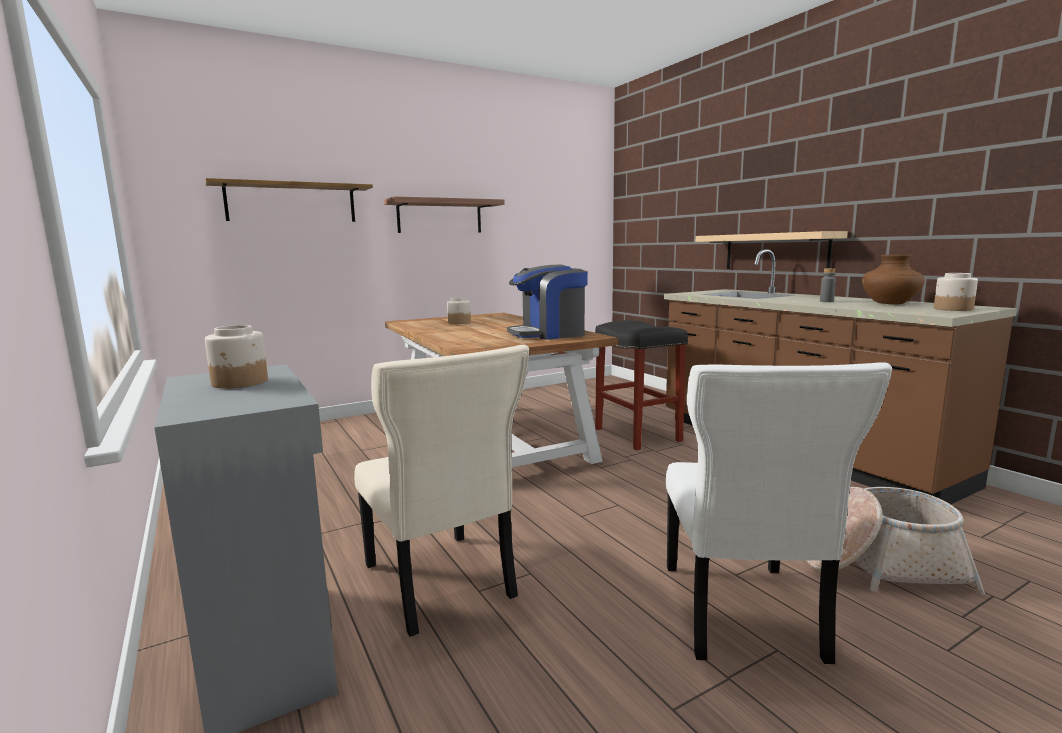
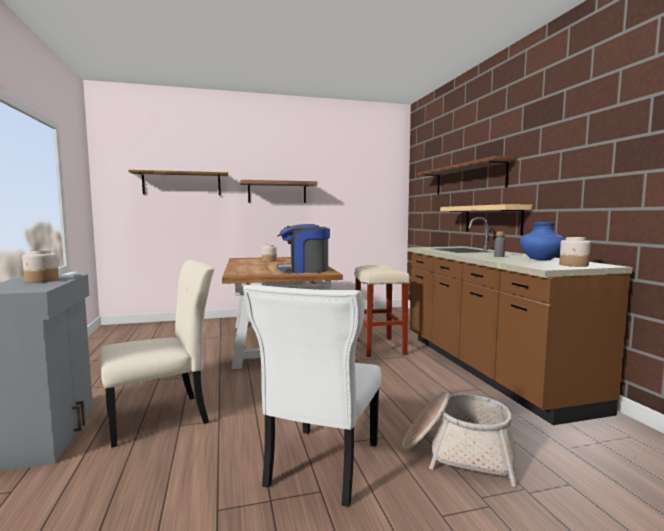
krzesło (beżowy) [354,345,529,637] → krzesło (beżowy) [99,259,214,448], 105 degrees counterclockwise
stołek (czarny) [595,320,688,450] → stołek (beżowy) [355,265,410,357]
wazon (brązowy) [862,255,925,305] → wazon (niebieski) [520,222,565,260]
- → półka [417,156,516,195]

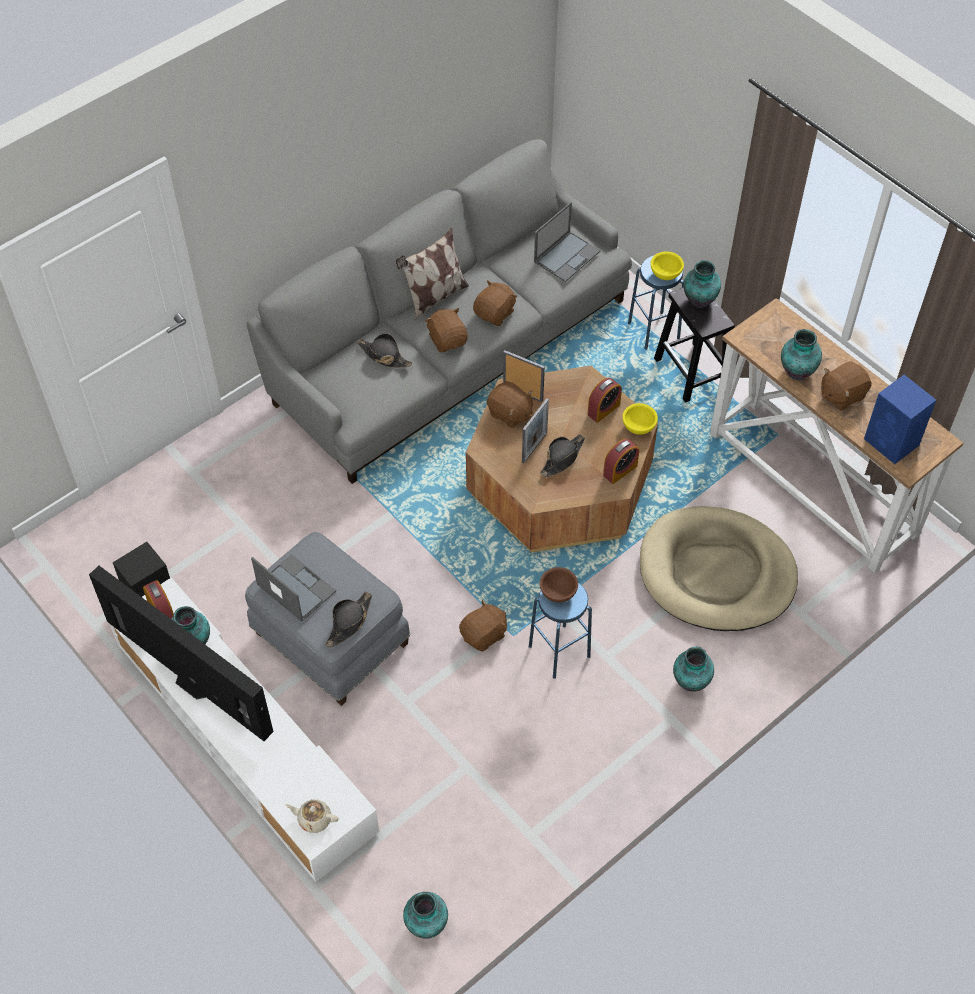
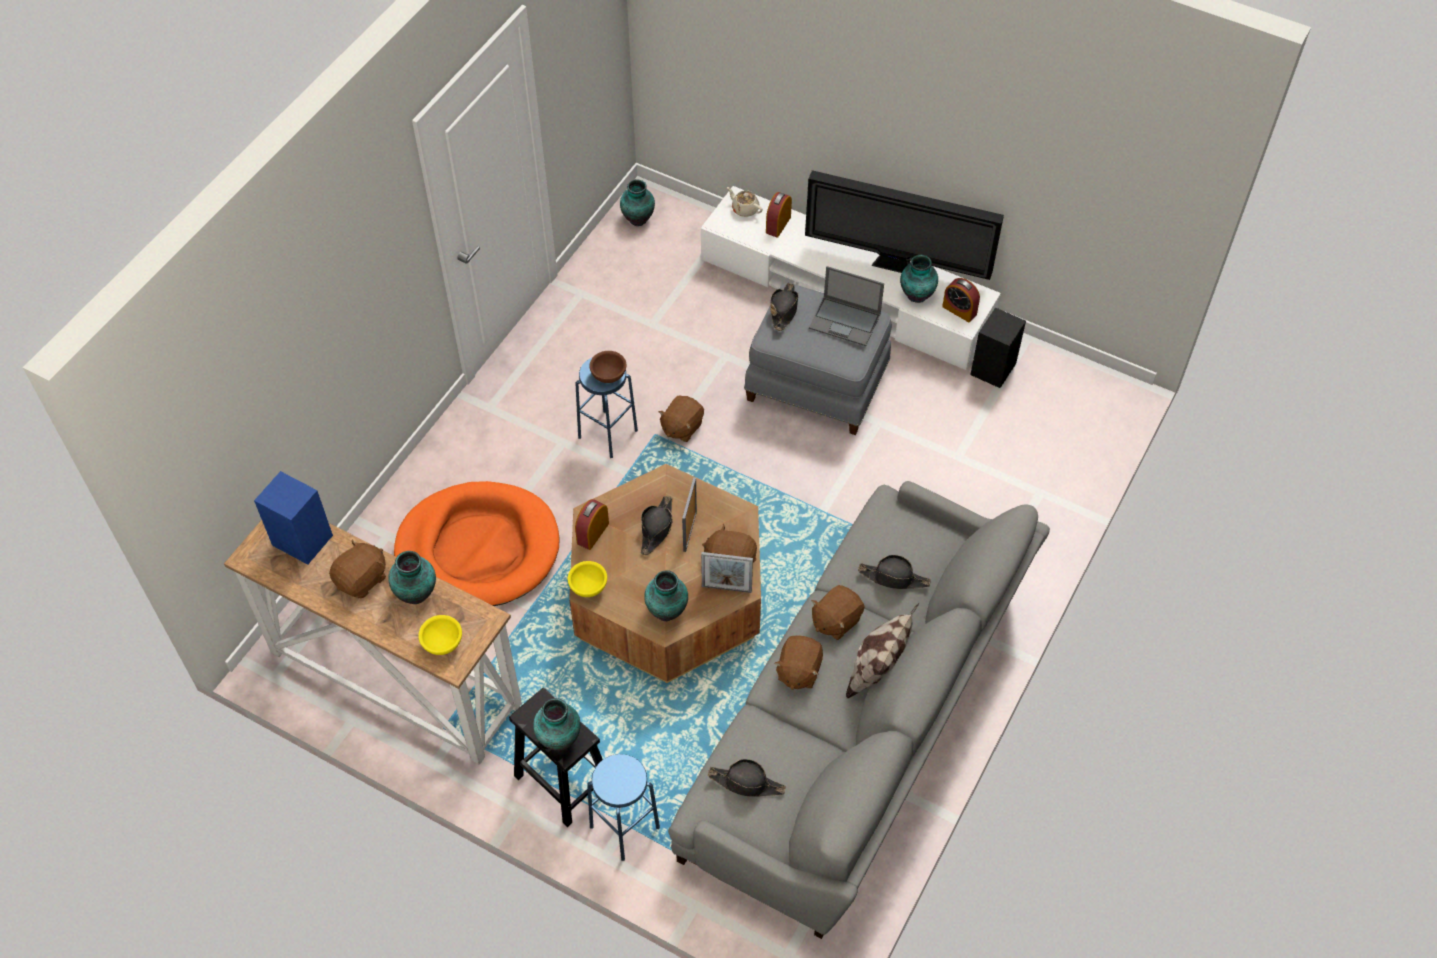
imbryk (beżowy) [285,799,339,833] → imbryk (beżowy) [727,187,763,217], 135 degrees counterclockwise
pluszak (brązowy) [425,308,468,352] → pluszak (brązowy) [812,585,865,640], 90 degrees clockwise
laptop [534,202,600,282] → kapelusz (czarny) [708,759,786,797]
budzik [587,378,622,423] → budzik [766,192,792,238], moved
legowisko (beżowy) [640,506,798,631] → legowisko (pomarańczowy) [394,481,560,606]
miska (żółty) [650,252,684,280] → miska (żółty) [418,615,462,655], moved
wazon [673,647,714,692] → wazon [644,570,688,621], moved

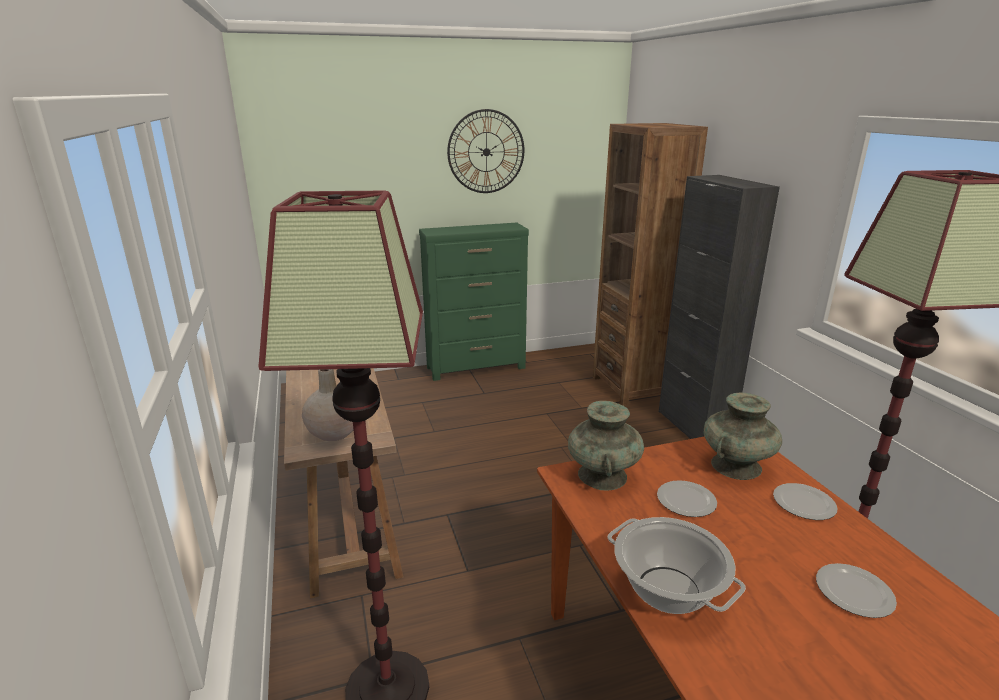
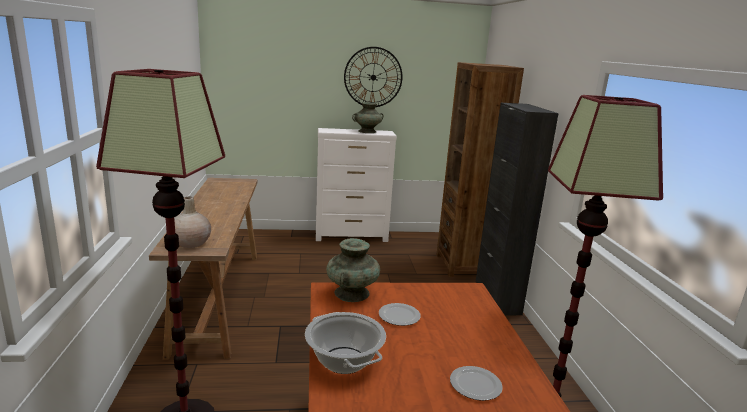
komoda (zielony) [419,223,529,381] → komoda (biały) [316,128,397,242]
wazon (turkusowy) [703,393,782,480] → wazon (turkusowy) [352,102,383,133], moved
talerz [773,483,838,520] → -

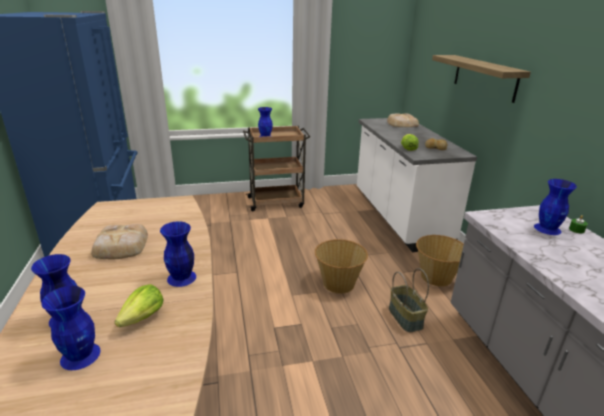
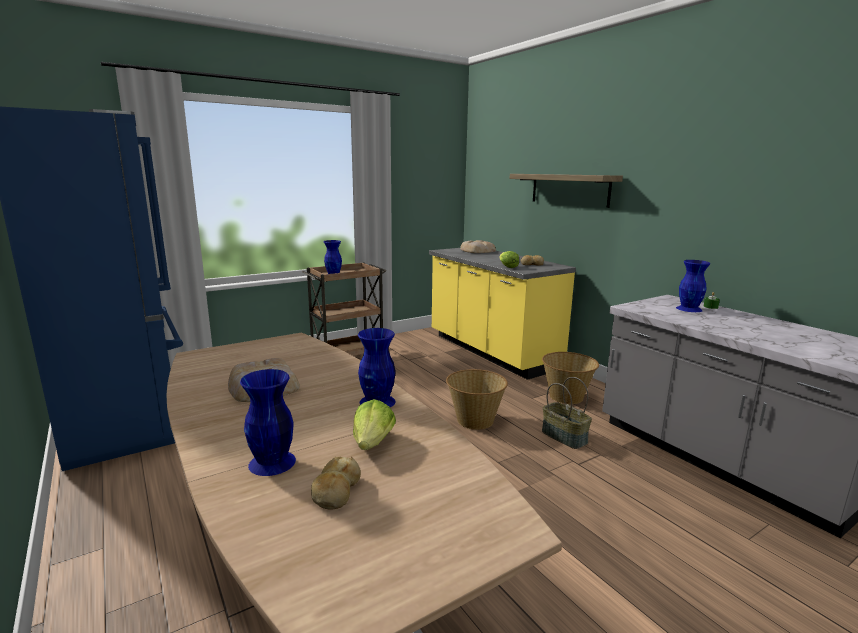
wazon (niebieski) [41,286,101,370] → chleb [311,457,361,510]
zabudowa kuchenna (biały) [357,118,477,252] → zabudowa kuchenna (żółty) [429,248,576,380]

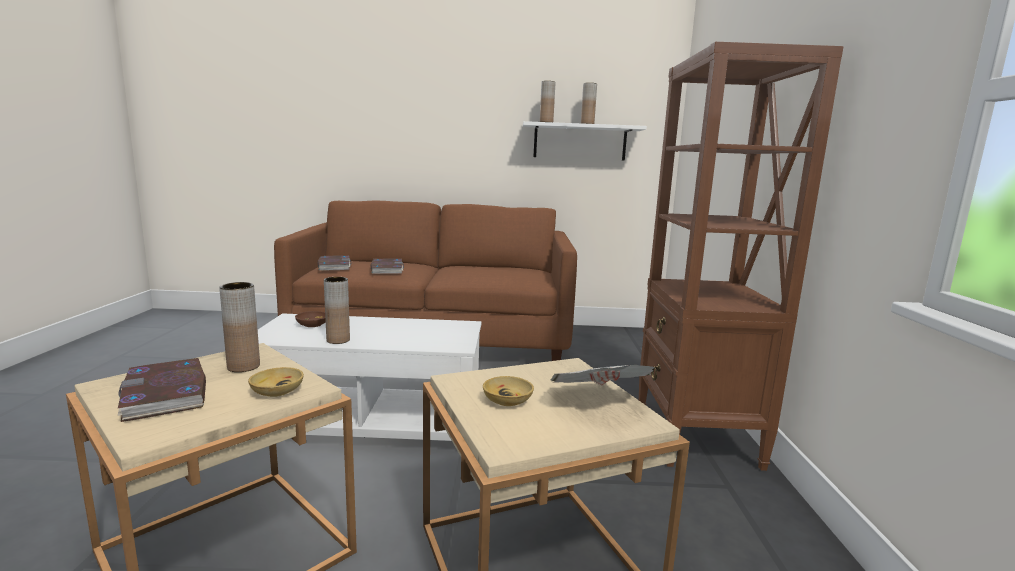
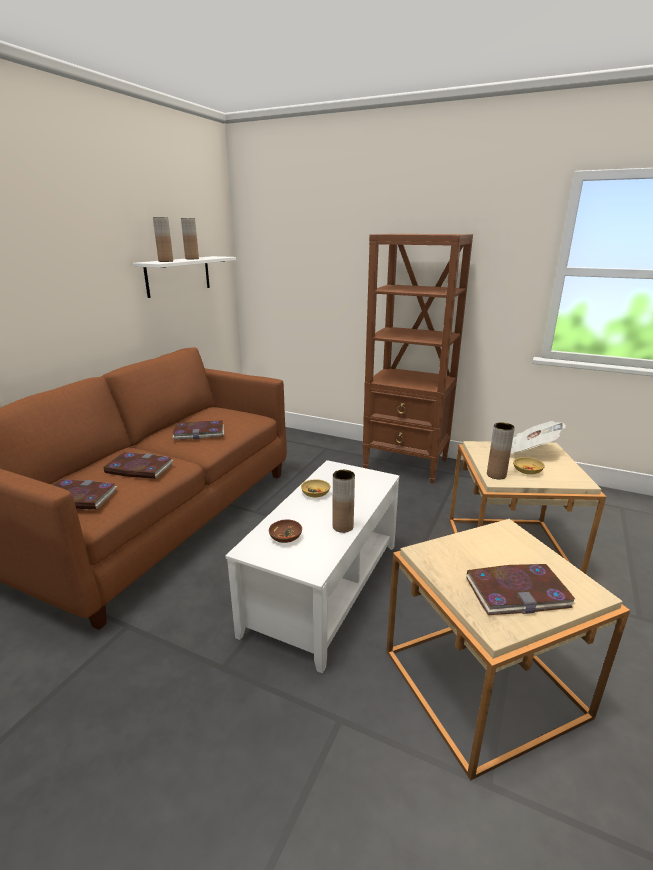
wazon (brązowy) [219,282,260,372] → wazon (brązowy) [487,422,515,479], moved
miska (beżowy) [248,367,304,397] → miska (beżowy) [301,479,330,498], moved
- → książka [173,421,224,440]

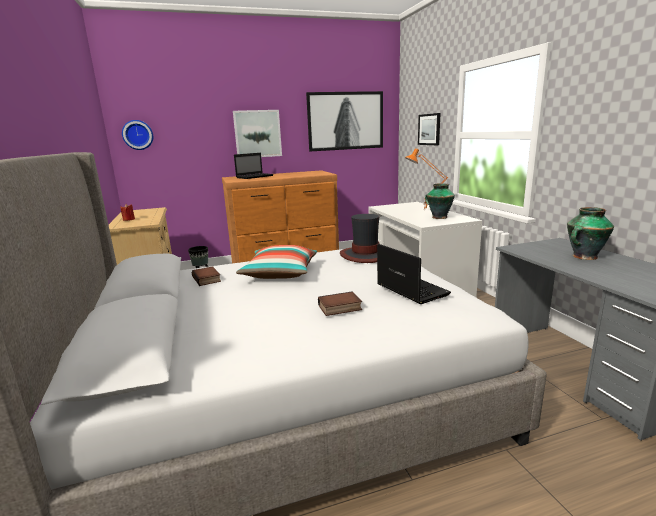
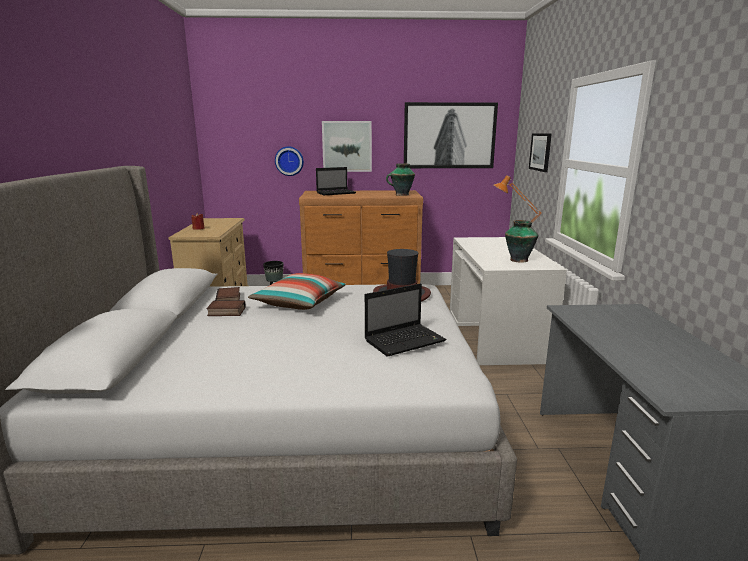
zegar ścienny [122,120,153,150] → zegar ścienny [275,146,304,176], moved
książka [318,291,362,316] → książka [206,300,246,316], moved
laptop [377,244,451,304] → laptop [365,283,446,357], 75 degrees clockwise
wazon [567,207,614,260] → wazon [386,164,415,196], moved

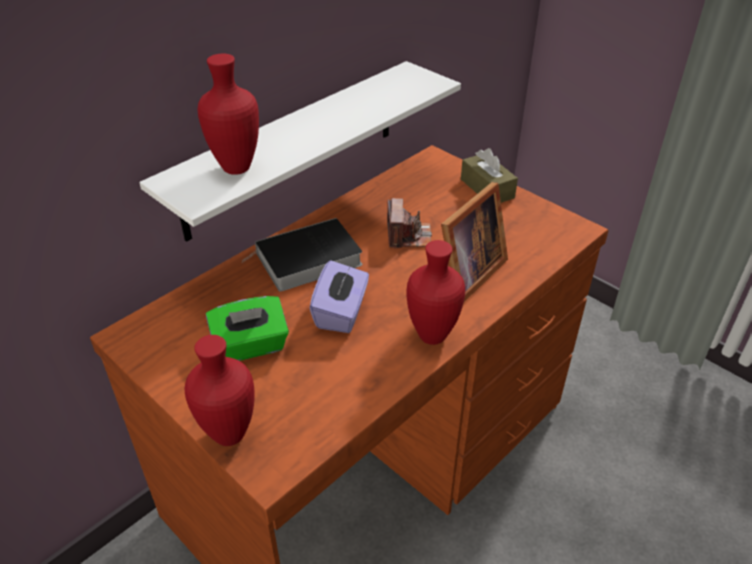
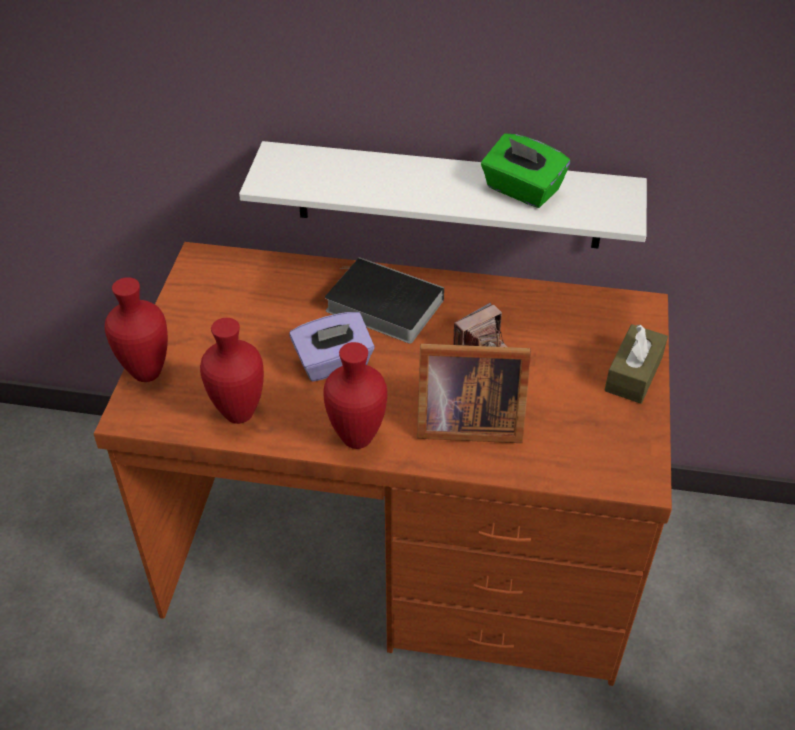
wazon (czerwony) [197,54,259,175] → wazon (czerwony) [200,318,264,424], moved
pudełko chusteczek (zielony) [206,296,289,361] → pudełko chusteczek (zielony) [481,134,570,208], moved

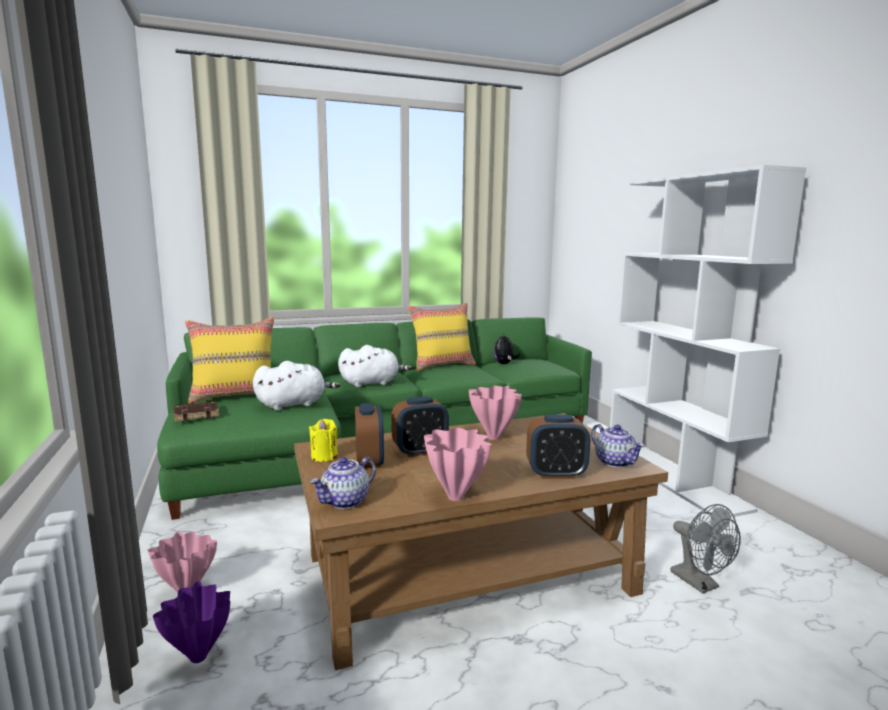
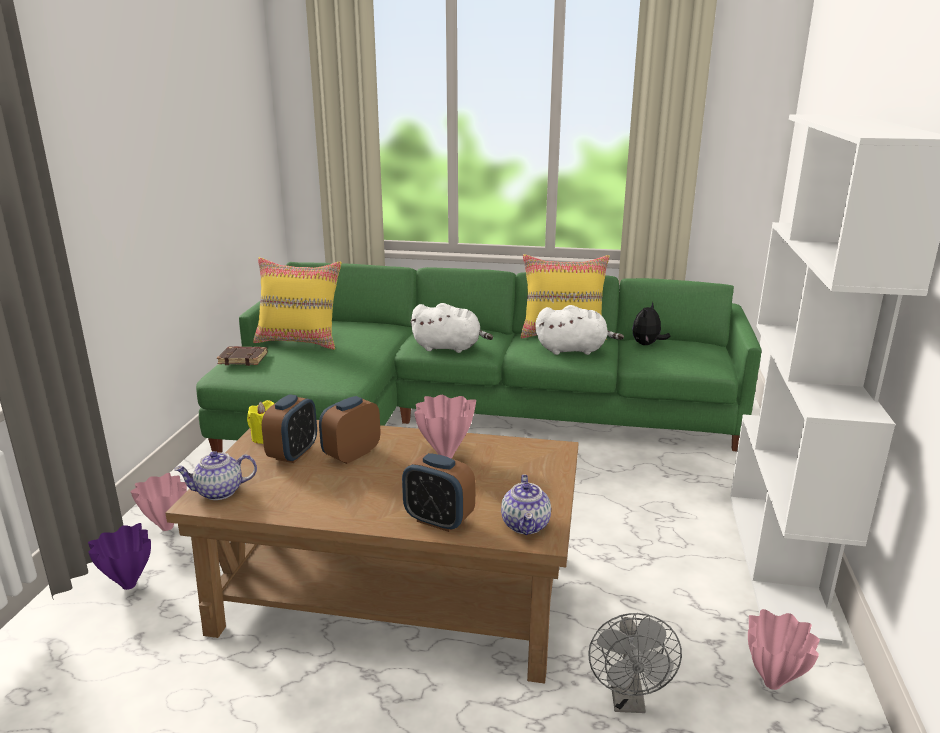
pluszak (biały) [253,361,340,411] → pluszak (biały) [535,305,624,355], moved
budzik [391,397,449,457] → budzik [319,396,380,464], 120 degrees clockwise
wazon (różowy) [424,428,491,501] → wazon (różowy) [748,609,820,690], moved

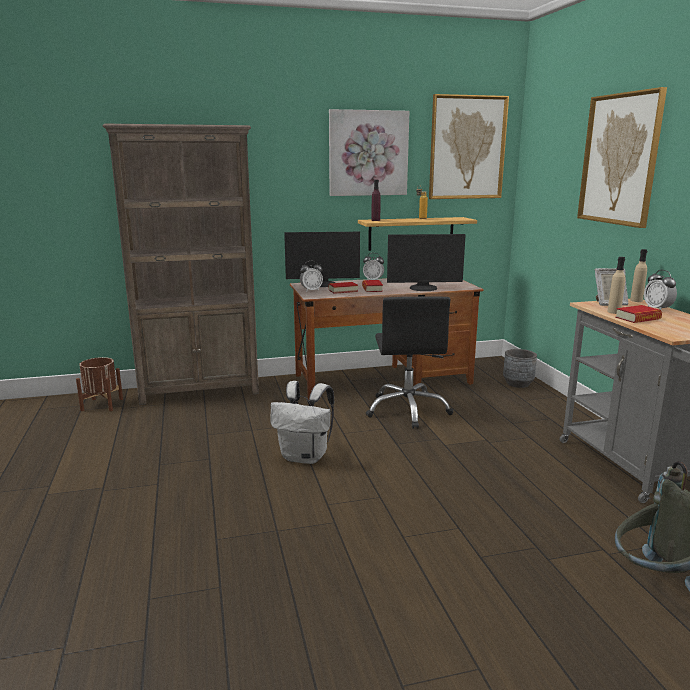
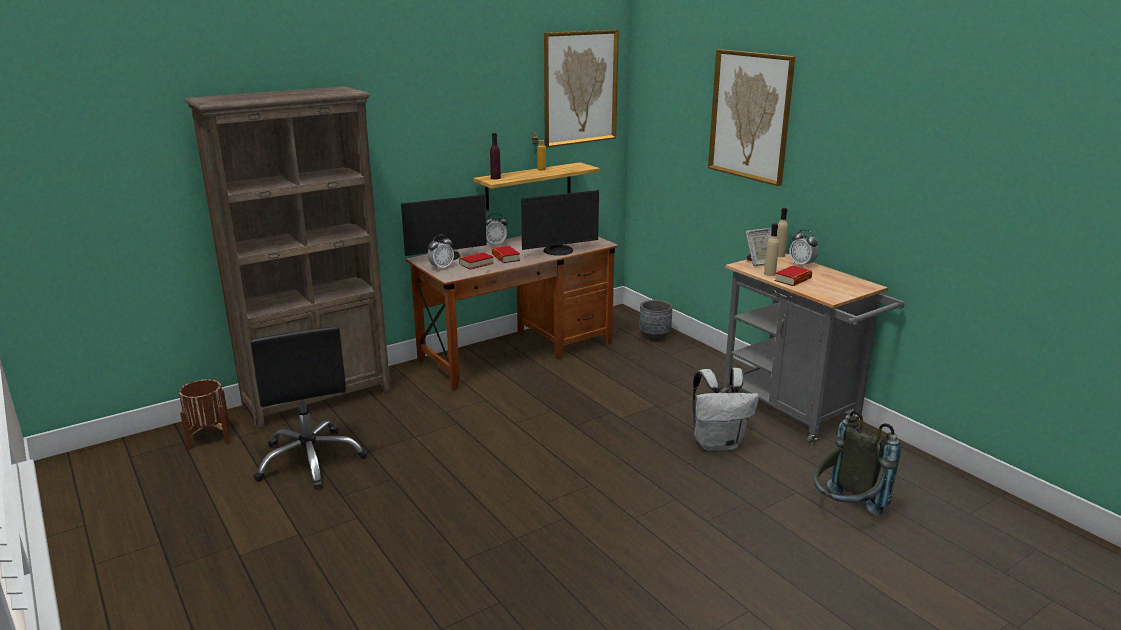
plecak (biały) [270,381,334,464] → plecak (biały) [693,368,759,451], moved
obraz [329,109,409,196] → -
krzesło biurowe (czarny) [366,296,453,429] → krzesło biurowe (czarny) [251,326,368,489], moved

